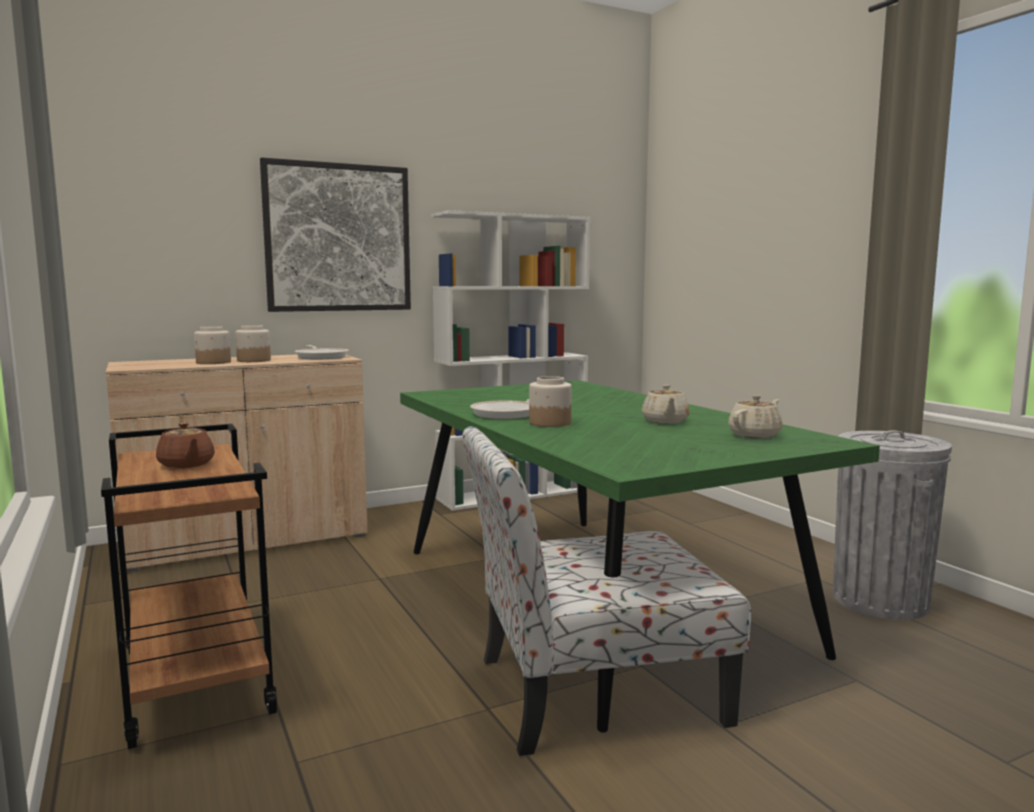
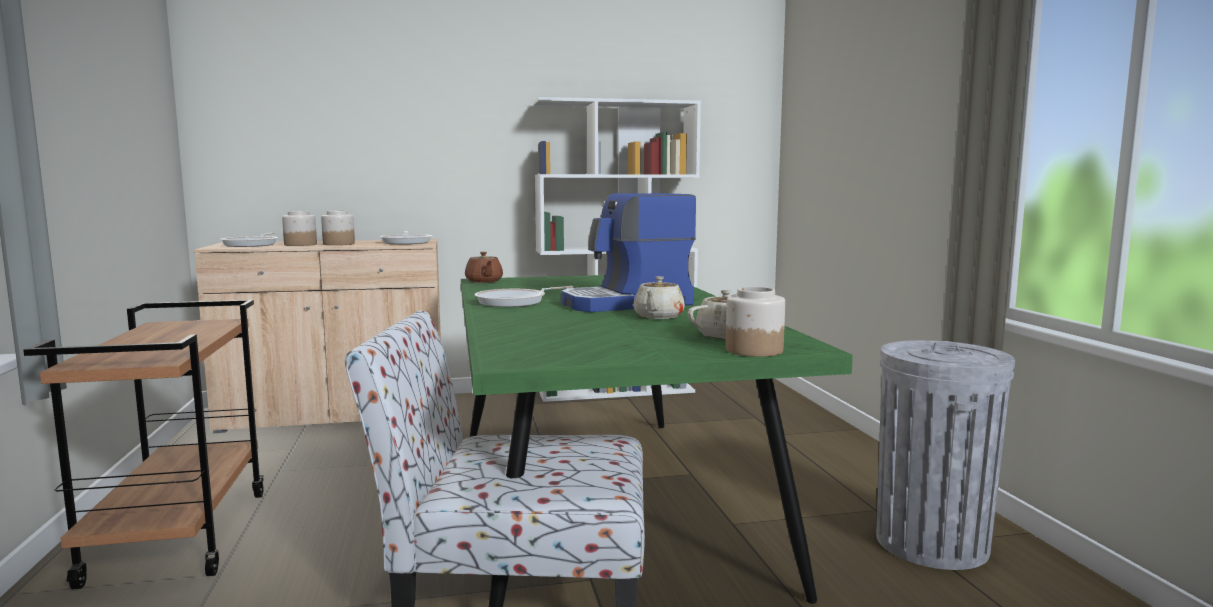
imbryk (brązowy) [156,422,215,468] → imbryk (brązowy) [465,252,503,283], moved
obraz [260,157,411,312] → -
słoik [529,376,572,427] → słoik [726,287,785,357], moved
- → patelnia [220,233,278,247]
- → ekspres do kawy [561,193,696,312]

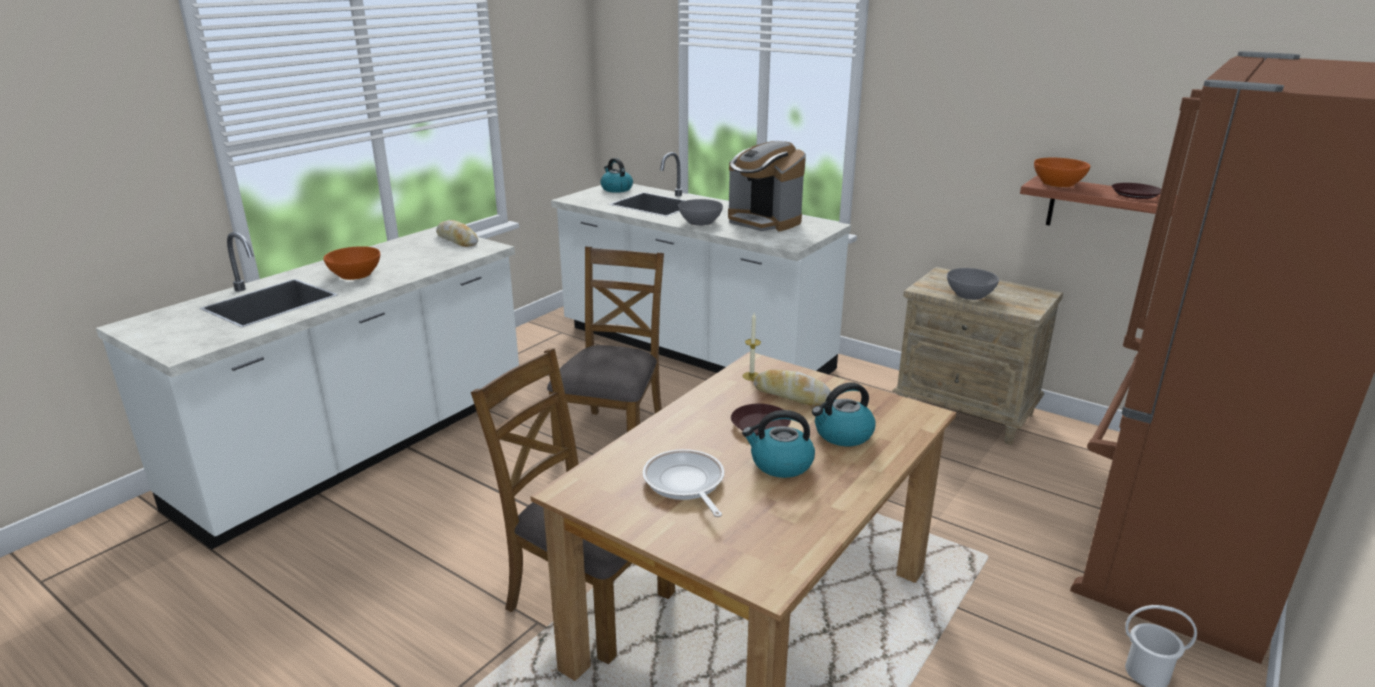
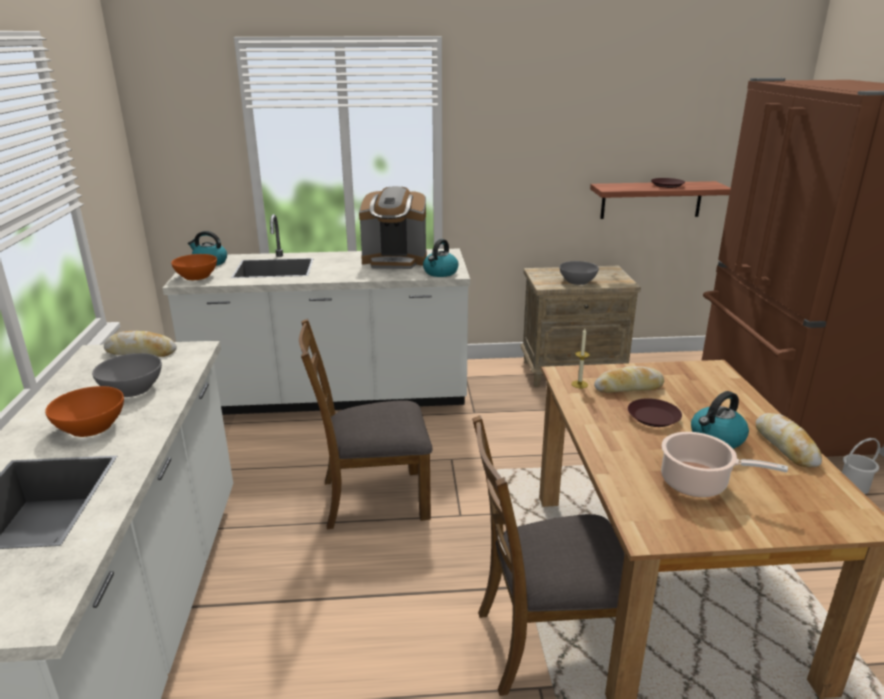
krzesło (brązowy) [547,246,664,461] → krzesło (brązowy) [299,319,433,529], 75 degrees counterclockwise
patelnia [643,449,724,517] → garnek [661,432,788,497]
miska (szary) [678,199,723,226] → miska (szary) [92,353,162,397], moved
czajnik [812,382,876,446] → czajnik [423,239,459,277], moved
miska (pomarańczowy) [1034,158,1090,187] → miska (pomarańczowy) [171,254,217,280], moved
- → chleb [756,413,822,468]

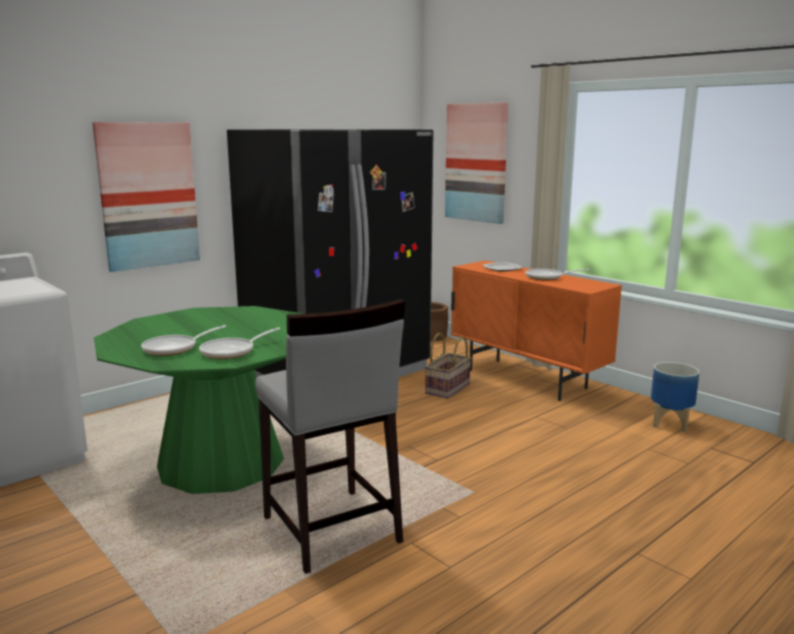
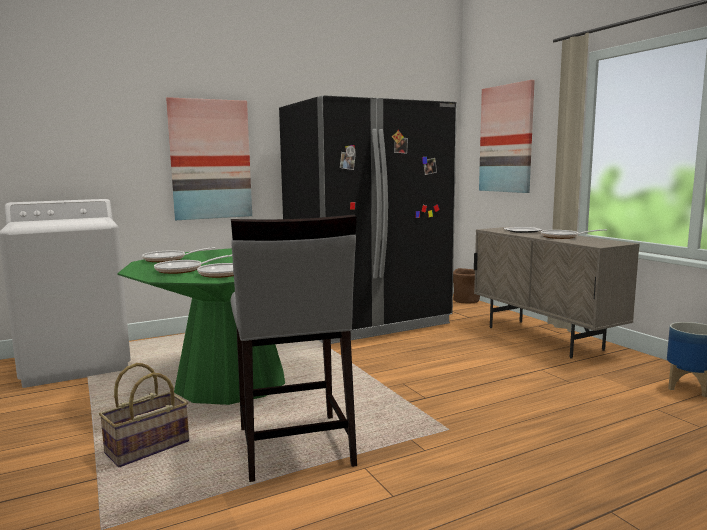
koszyk [425,333,471,399] → koszyk [99,363,189,467], moved
szafka (pomarańczowy) [451,261,622,401] → szafka (beżowy) [474,227,640,359]
- → patelnia [142,247,215,262]

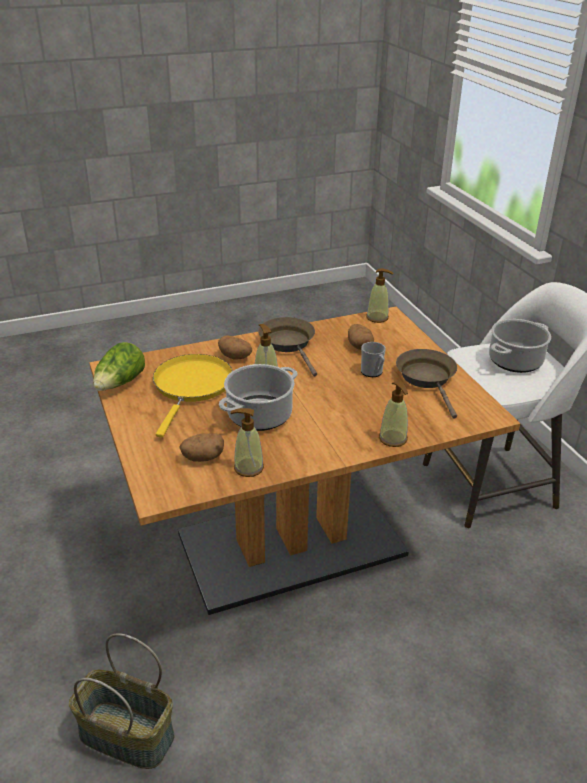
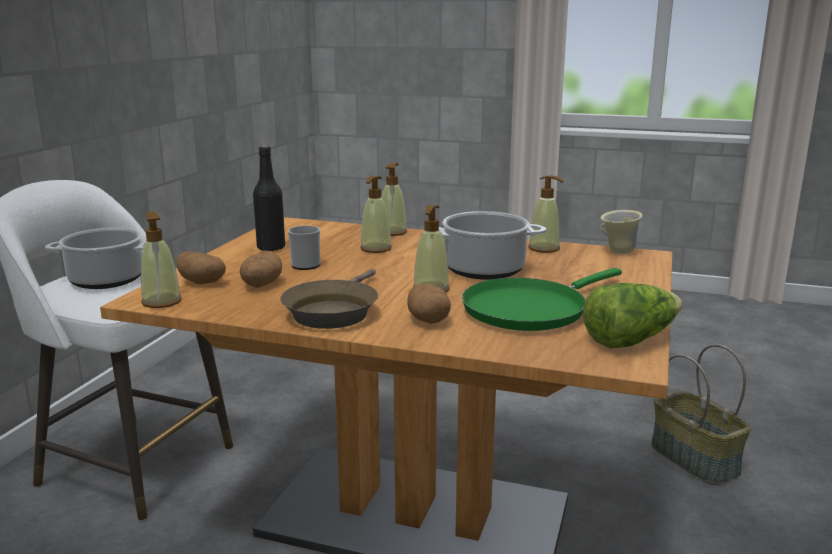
patelnia (żółty) [153,354,233,437] → patelnia (zielony) [462,268,622,331]
ziemniak [179,433,224,462] → ziemniak [176,251,226,284], moved
patelnia (brązowy) [396,349,457,419] → butelka (czarny) [253,146,285,251]
- → dozownik mydła [360,176,392,253]
- → kubek (beżowy) [600,210,643,254]

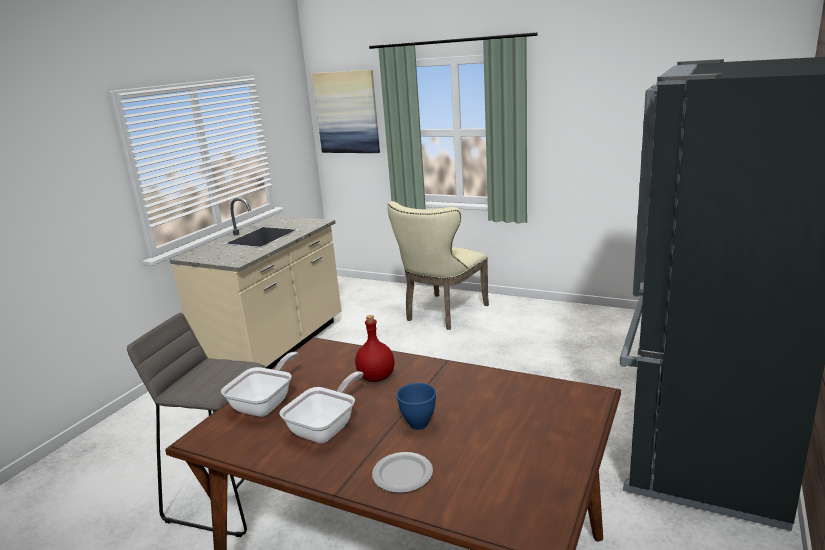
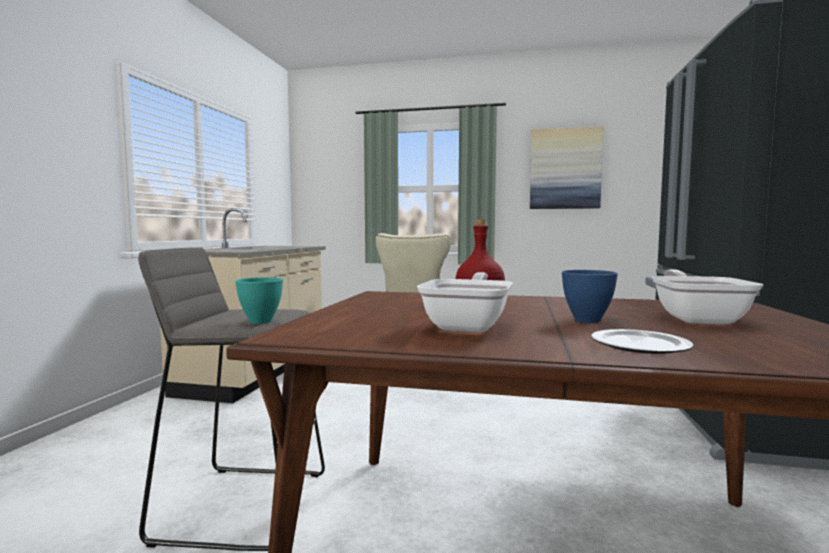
patelnia [221,352,298,417] → patelnia [652,269,763,324], moved
obraz [312,70,380,153] → obraz [530,126,604,209], moved
- → miska (turkusowy) [235,277,283,324]

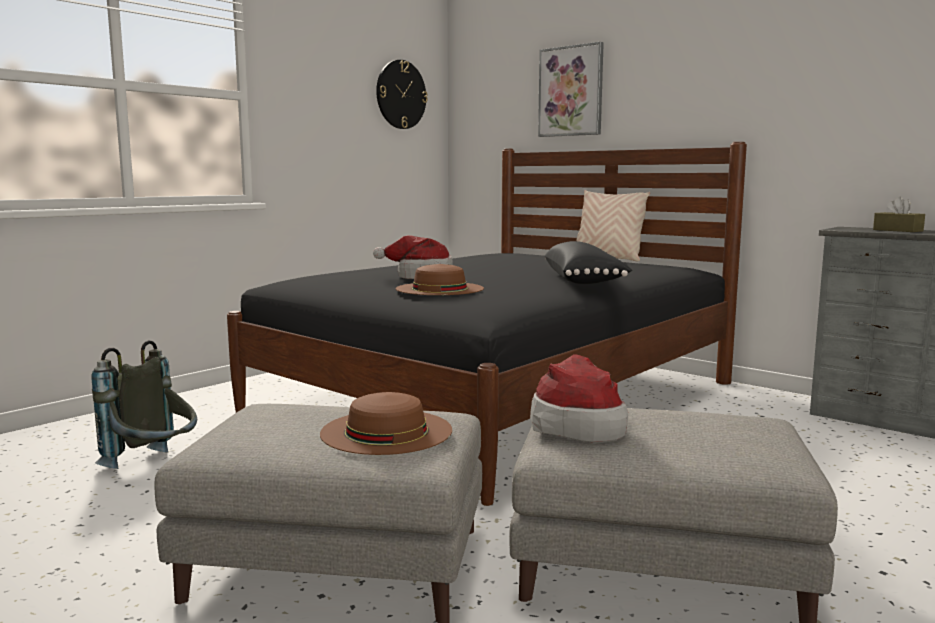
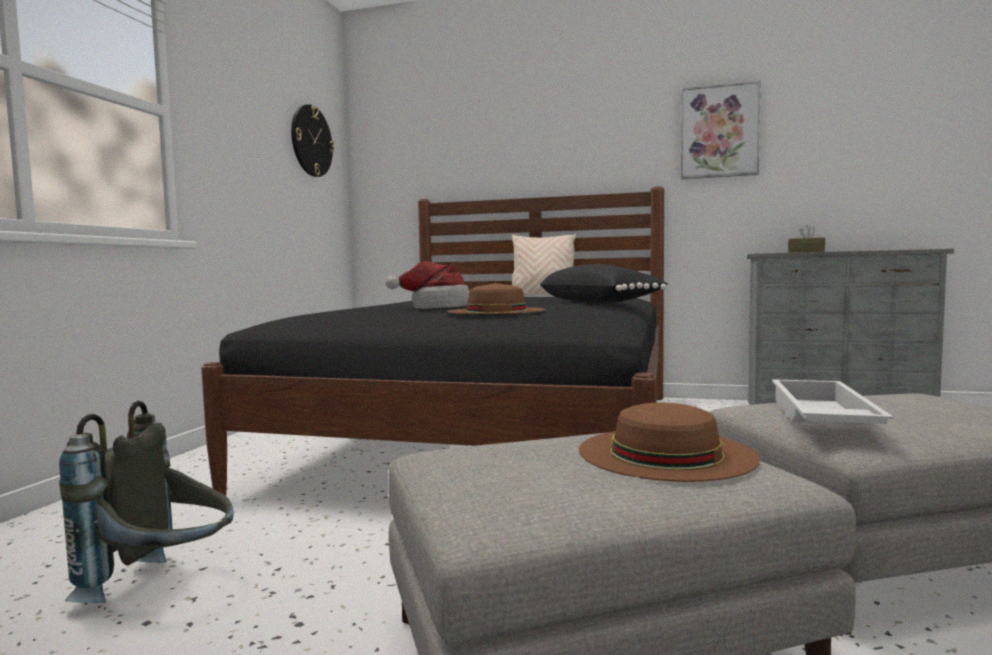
kapelusz [530,354,628,443] → taca (biały) [772,379,894,425]
obraz [538,42,604,137] → obraz [681,81,761,179], moved

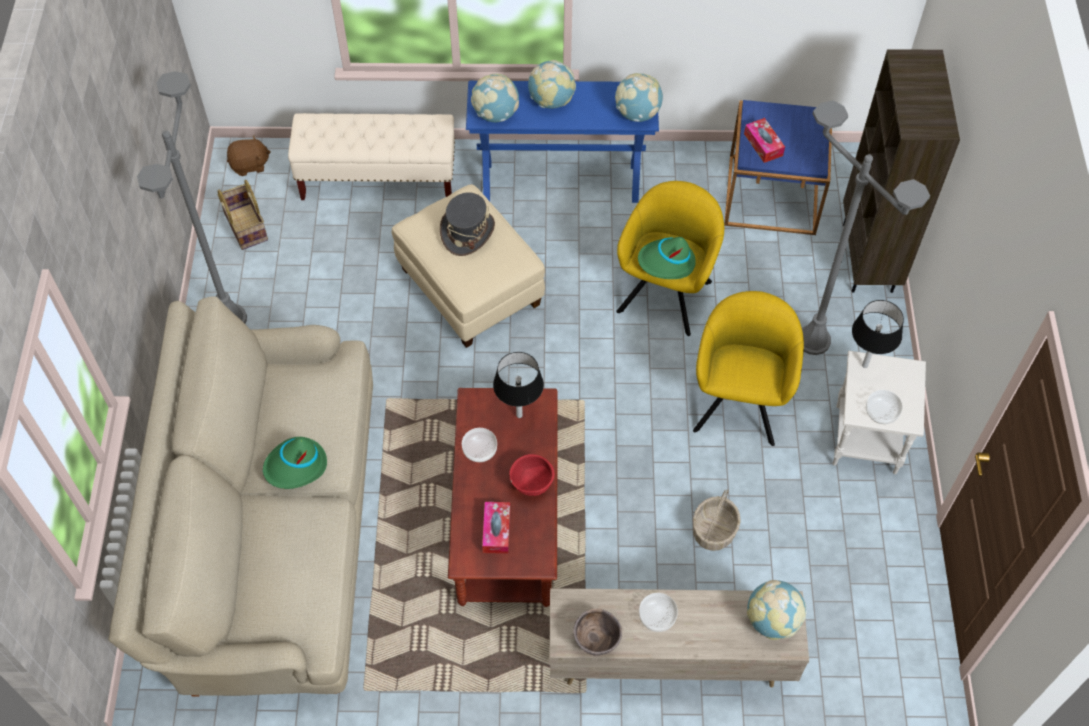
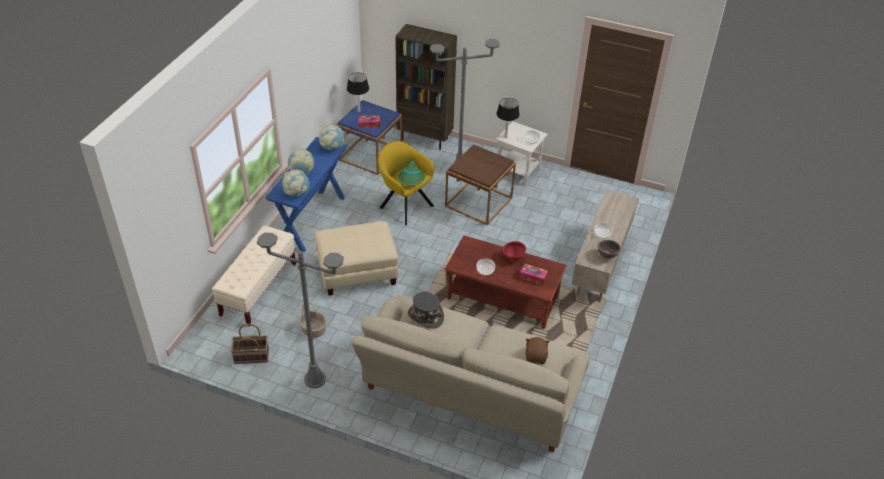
pluszak (brązowy) [227,135,271,176] → pluszak (brązowy) [526,337,550,364], moved
kapelusz (zielony) [263,437,327,489] → -
kapelusz (szary) [440,192,495,256] → kapelusz (szary) [408,292,444,329], moved
lampa stołowa (czarny) [493,352,544,418] → lampa stołowa (czarny) [347,72,369,112], moved
fotel (żółty) [693,291,804,446] → stolik (brązowy) [445,144,516,225]
koszyk [693,489,741,551] → koszyk [299,303,326,338], moved
globus [747,580,807,640] → -

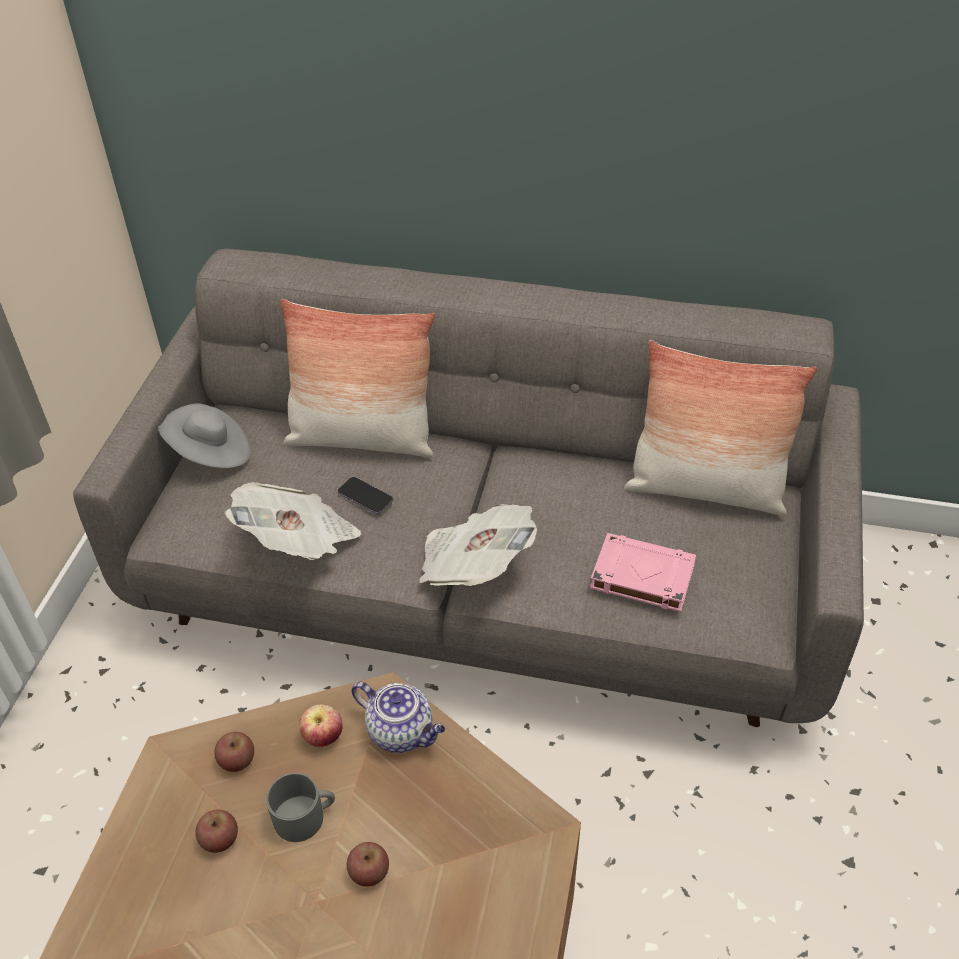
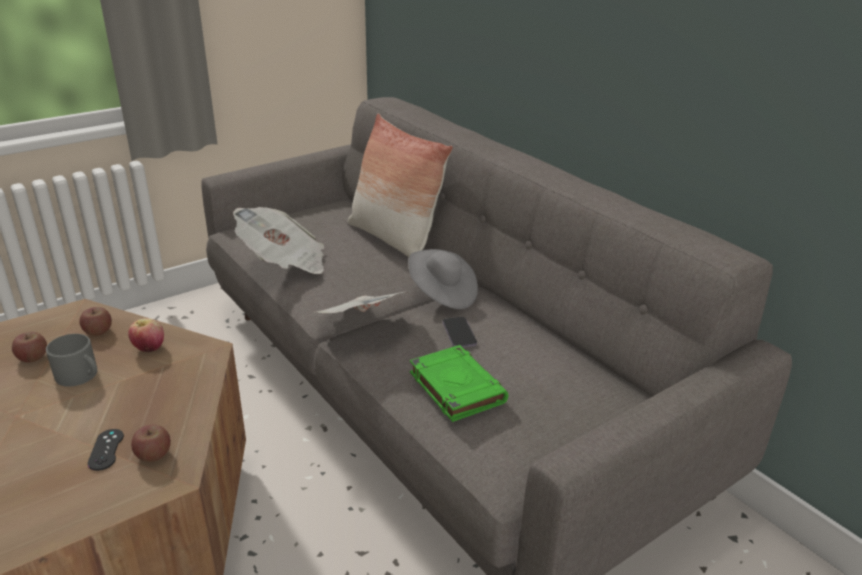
kapelusz (szary) [158,404,251,468] → kapelusz (szary) [408,249,478,309], moved
telefon [338,477,393,514] → telefon [443,317,477,347], moved
jabłko [347,842,389,887] → jabłko [131,424,171,462], moved
imbryk [352,682,445,753] → -
książka (różowy) [590,533,697,612] → książka (zielony) [410,345,508,422]
poduszka [624,340,817,515] → -
- → pad do gier (czarny) [88,429,124,471]

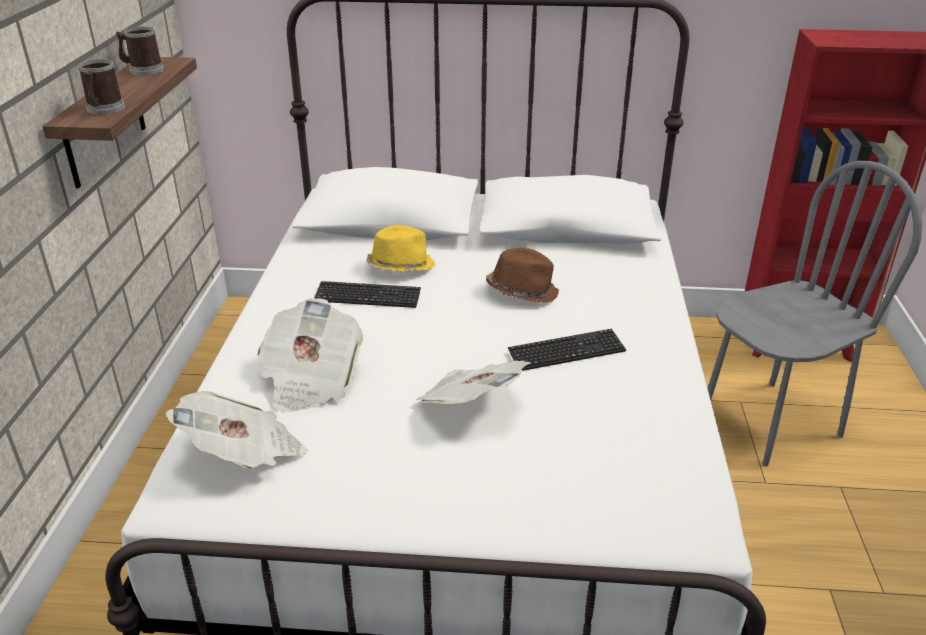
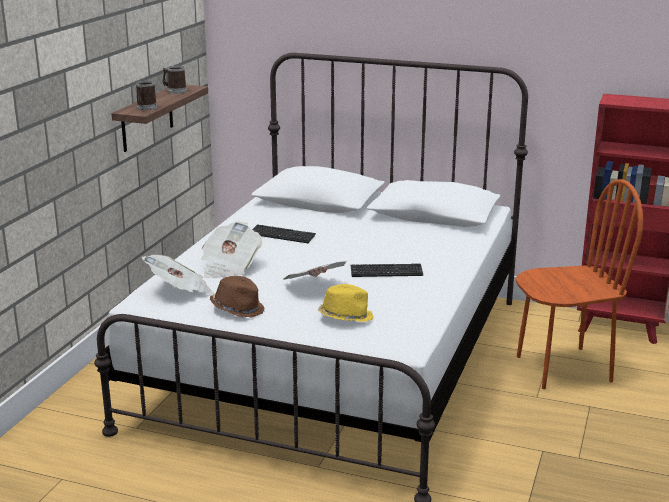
kapelusz (żółty) [366,225,435,272] → kapelusz (żółty) [318,284,374,322], moved
kapelusz (brązowy) [486,248,560,303] → kapelusz (brązowy) [210,276,264,317], moved
krzesło (szary) [708,161,923,467] → krzesło (brązowy) [516,179,643,389]

